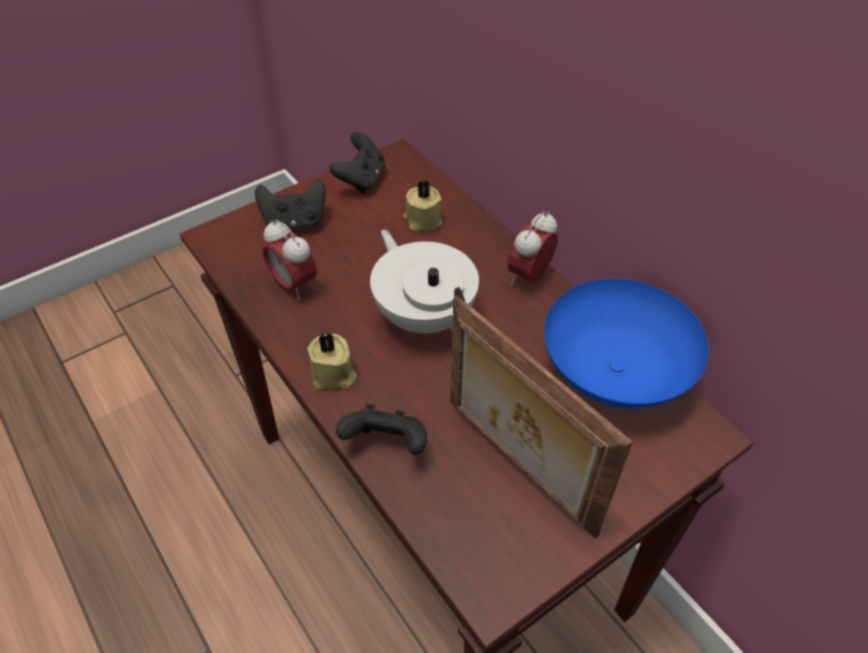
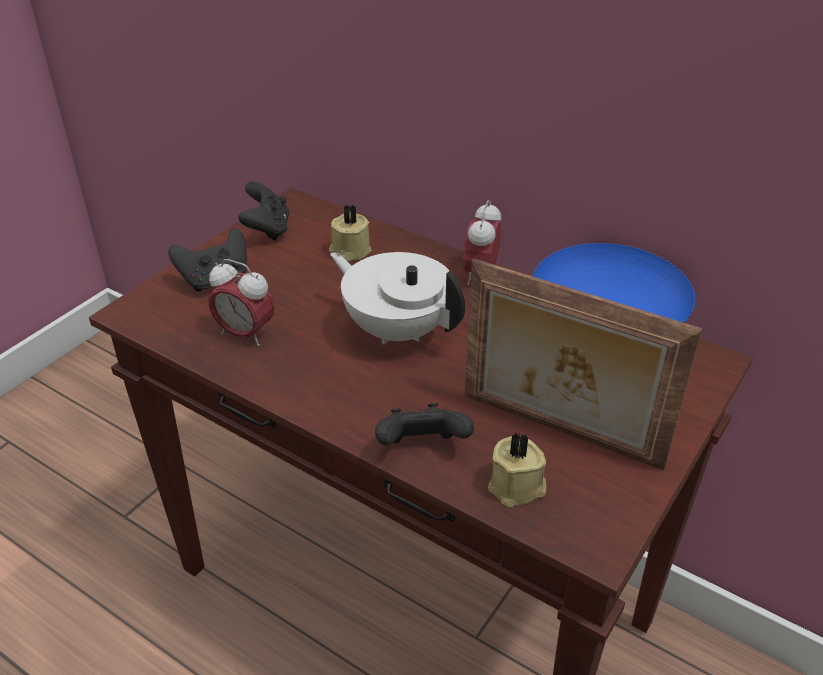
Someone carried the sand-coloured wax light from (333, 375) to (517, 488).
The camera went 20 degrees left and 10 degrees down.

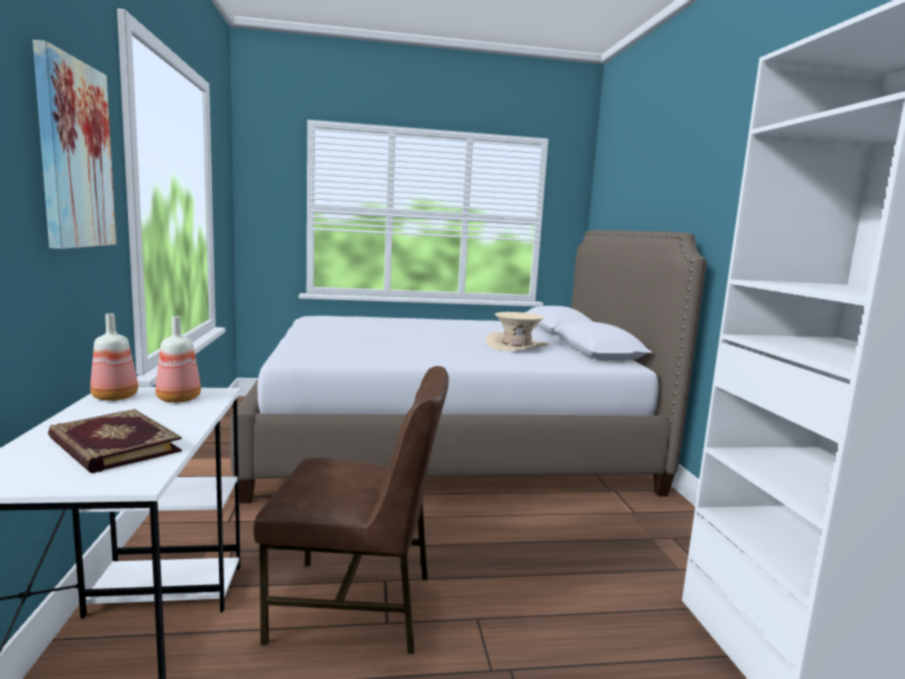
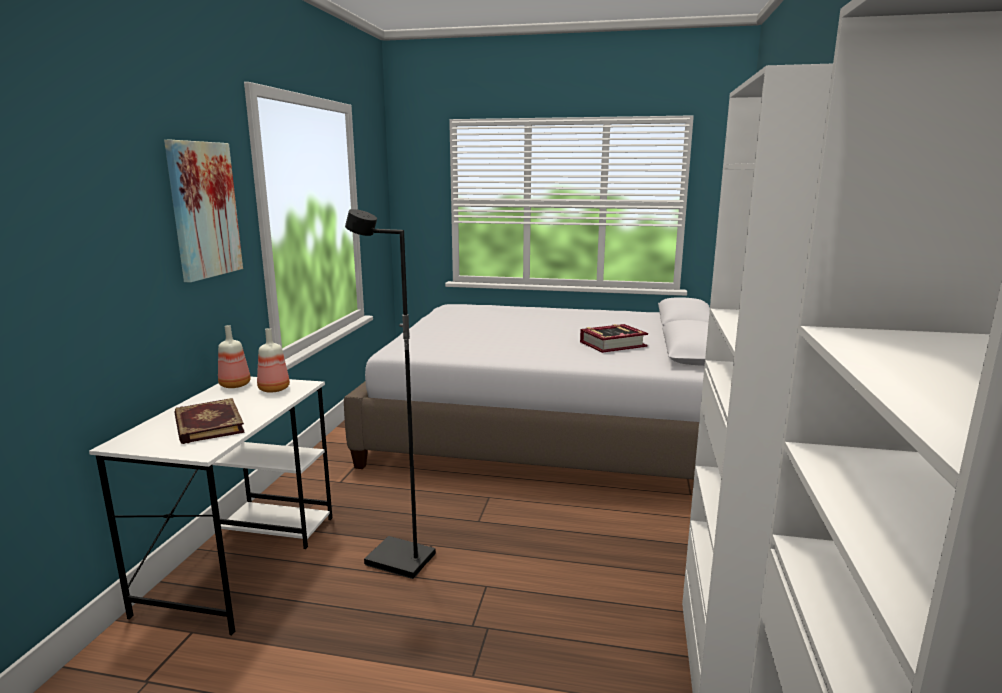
Someone swapped the brown upright chair at (356, 606) for the black standard lamp at (398, 561).
Someone swapped the sand-coloured clothing hat at (517, 346) for the volume at (612, 344).
The camera went 20 degrees right and 5 degrees up.

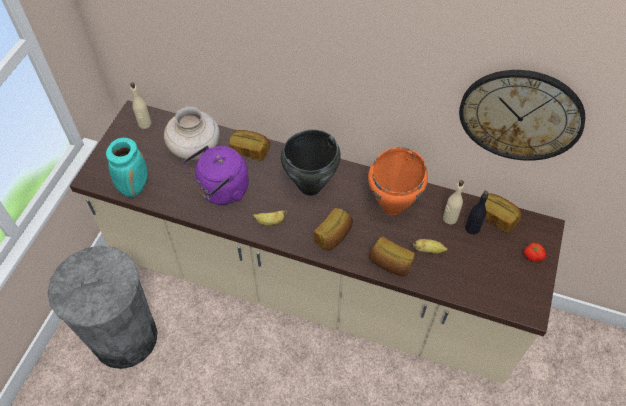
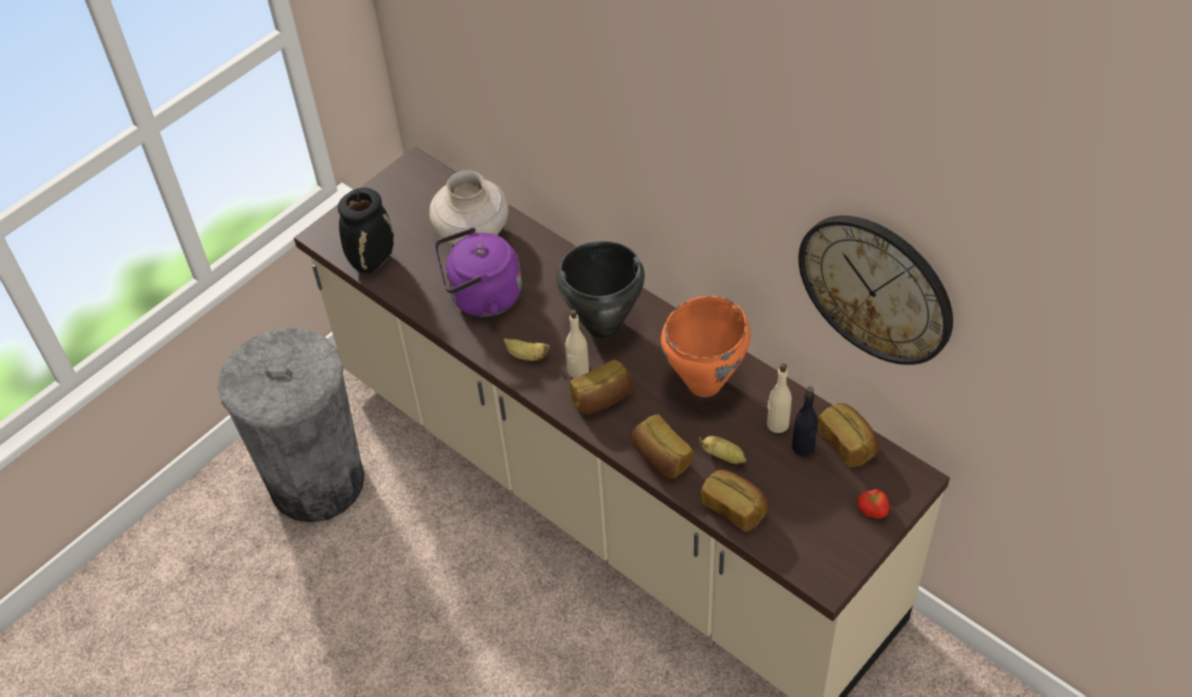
Someone carried the sand-coloured beverage bottle from (144, 124) to (578, 371).
Someone carried the baked bread from (250, 150) to (734, 507).
Someone repainted the blue-green decorative vase at (134, 186), which became the black decorative vase at (373, 260).
The camera went 25 degrees right and 5 degrees down.

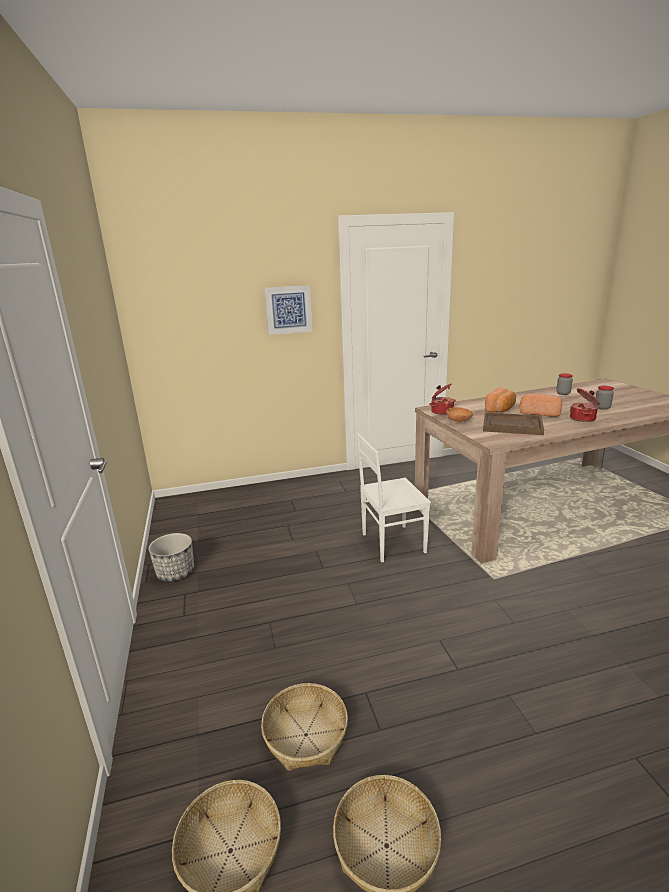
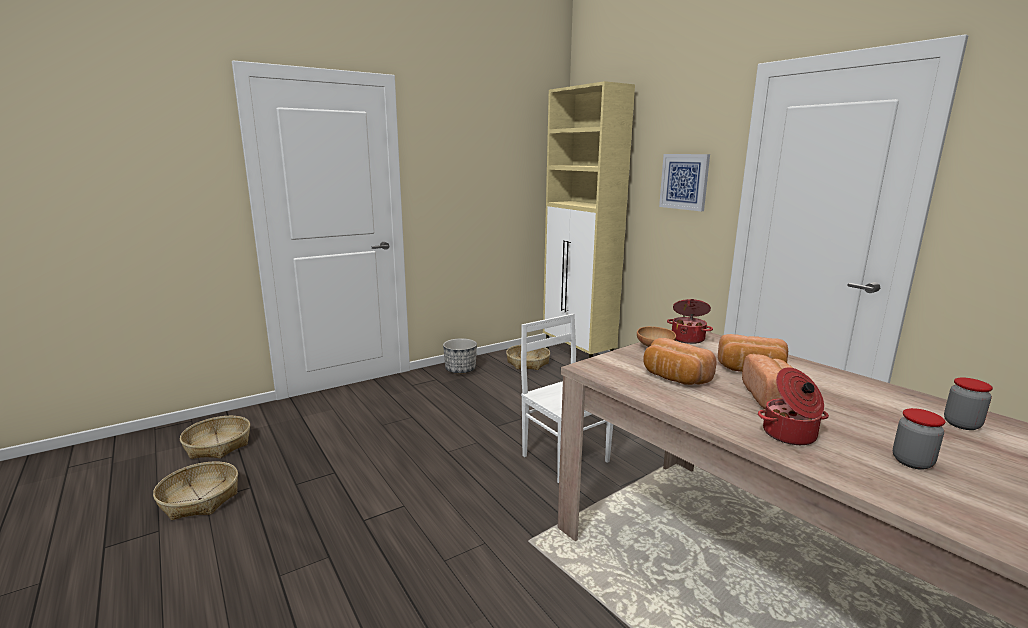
Someone put down the sand-coloured cabinet at (578, 356).
Someone carried the storage basket from (305, 734) to (528, 363).
Someone swapped the brown tray at (512, 425) for the baked bread at (674, 378).
The camera went 70 degrees right and 5 degrees down.

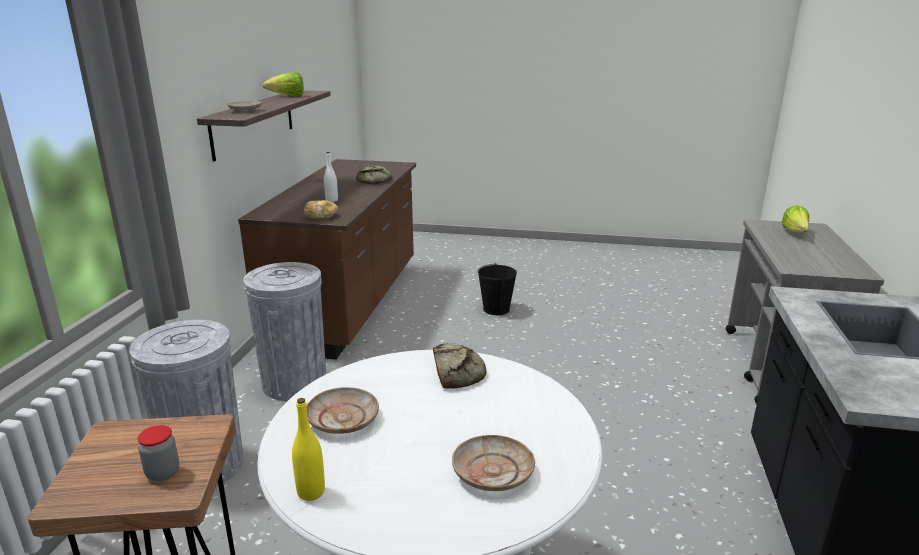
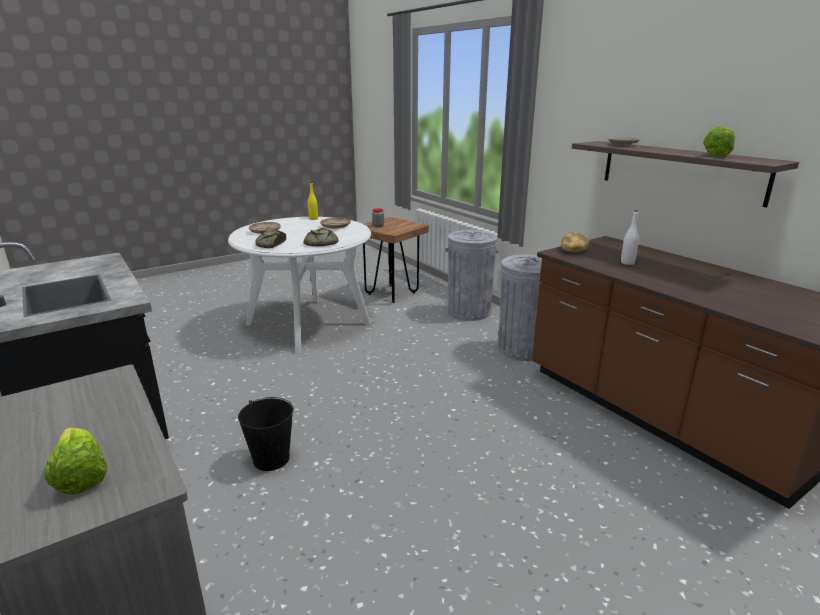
Someone carried the baked bread from (376, 180) to (270, 244).
Someone carried the black bucket from (496, 309) to (271, 459).
The camera went 135 degrees right and 0 degrees up.

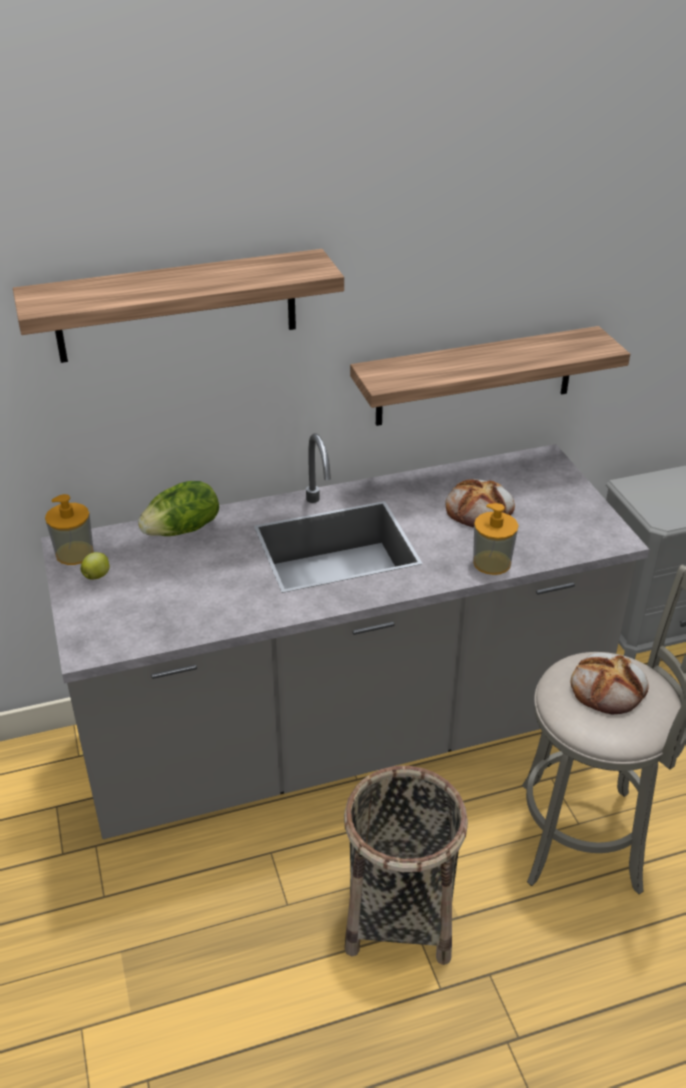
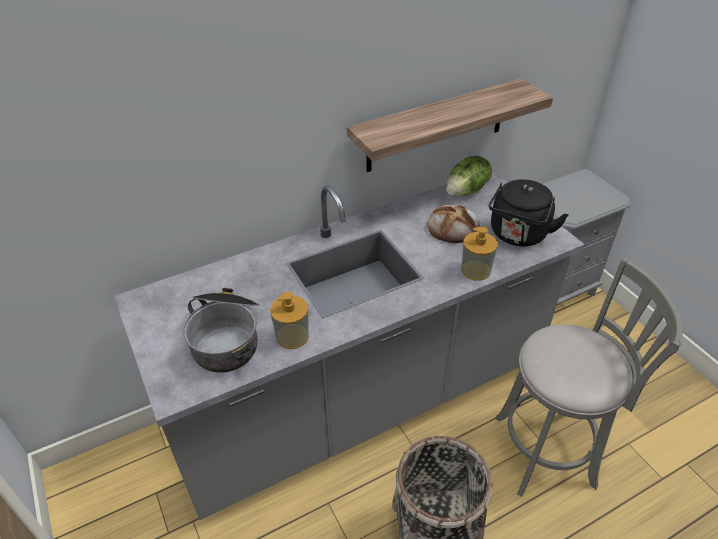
Someone took away the bracket shelf at (177, 306).
Someone took away the whole apple at (97, 576).
Someone took away the baked bread at (608, 687).
Someone put down the stockpot at (227, 338).
Someone put down the black water kettle at (517, 235).
Someone carried the soap bottle from (74, 553) to (292, 336).
Someone carried the lettuce from (183, 529) to (467, 190).
The camera went 10 degrees left and 5 degrees up.

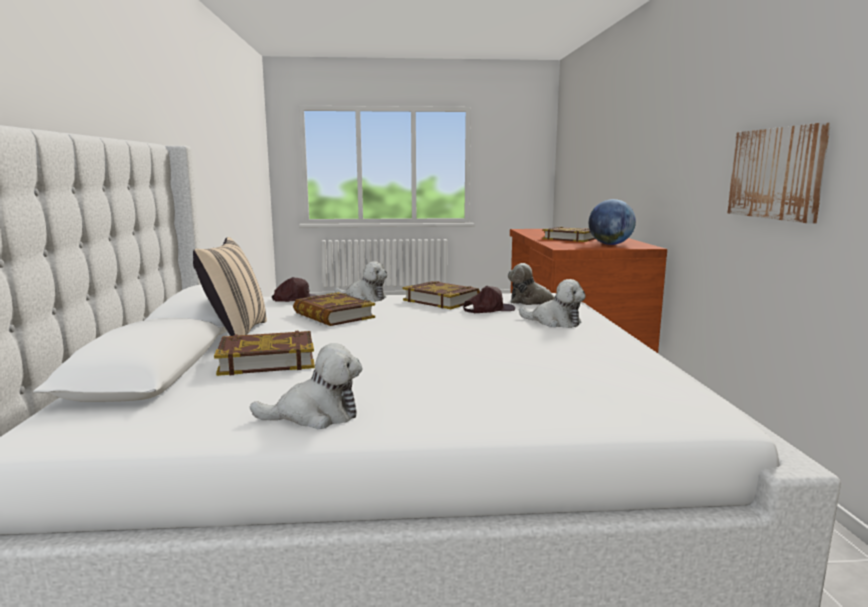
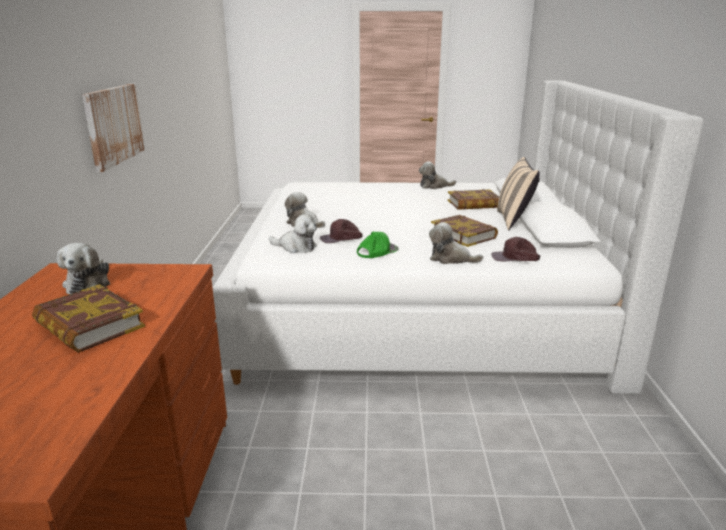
Someone swapped the volume at (441, 300) for the green-coloured baseball cap at (377, 251).
Someone swapped the desk globe at (610, 244) for the plush toy at (88, 284).
The camera went 175 degrees left and 10 degrees up.

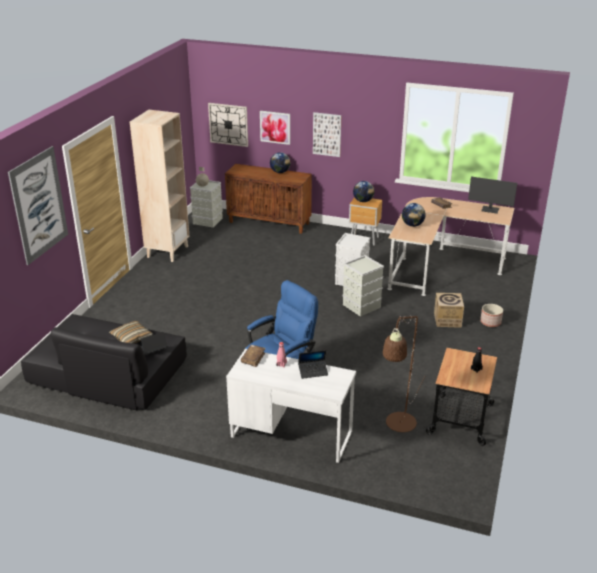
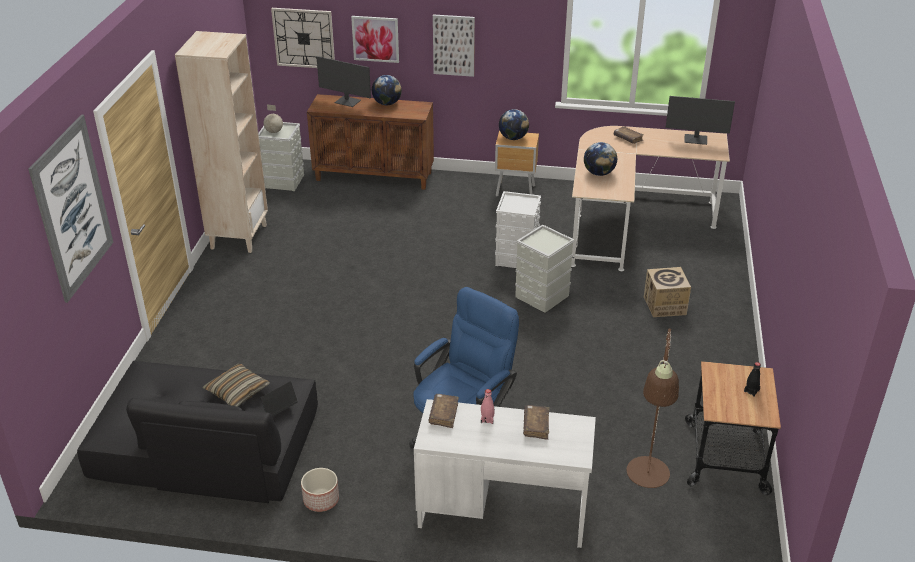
Someone put down the monitor at (347, 102).
Someone carried the plant pot from (490, 322) to (320, 500).
Someone swapped the portable computer at (313, 371) for the brown volume at (536, 426).
The camera went 10 degrees left and 5 degrees up.

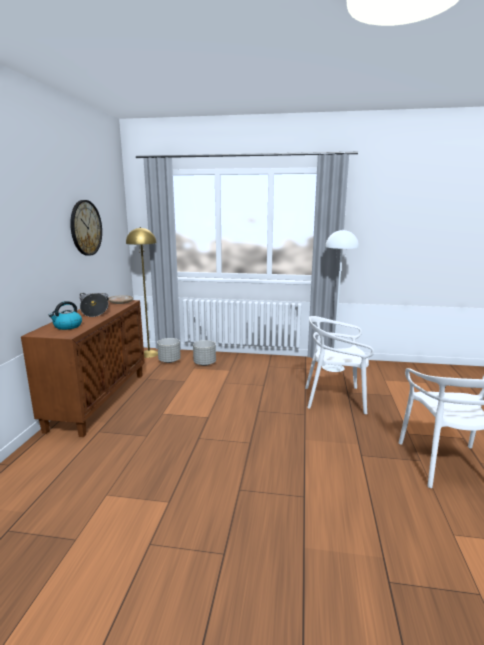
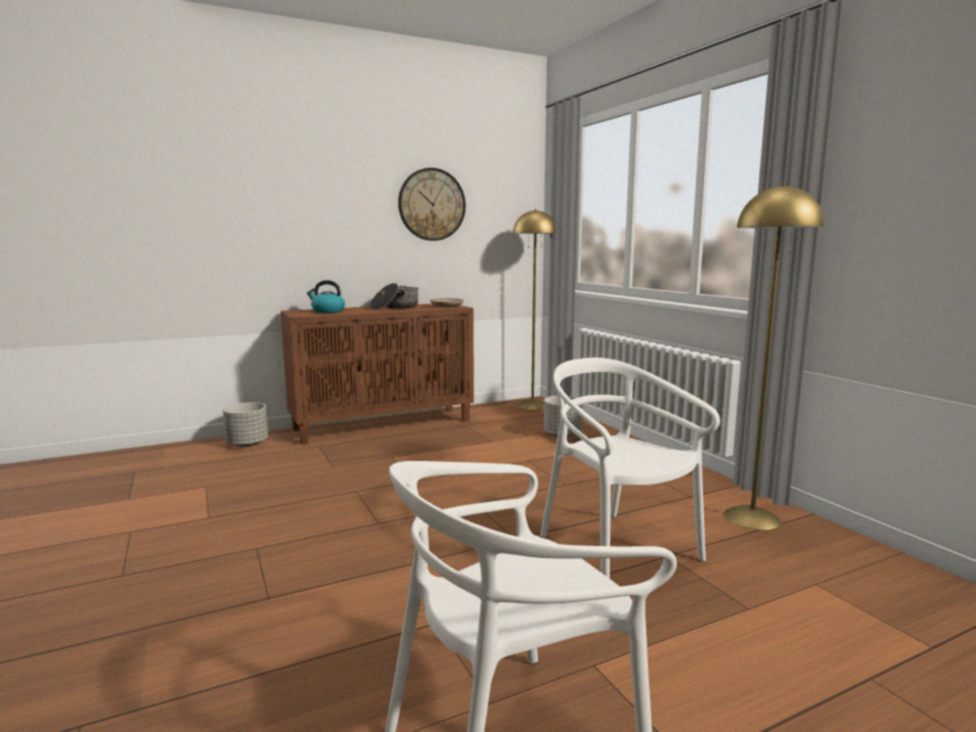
Someone carried the grey plant pot from (169, 361) to (248, 444).
Someone repainted the white standard lamp at (333, 367), which became the yellow-coloured standard lamp at (752, 517).
The camera went 55 degrees right and 5 degrees down.

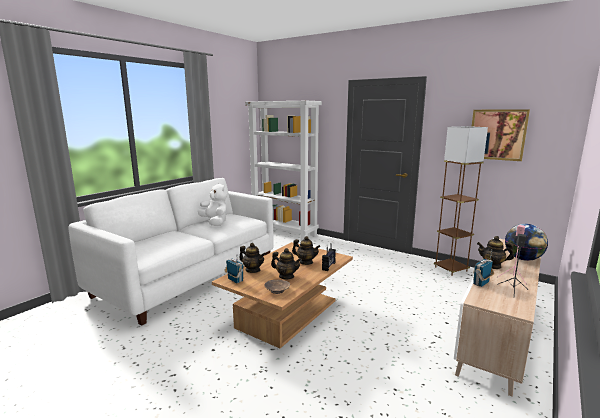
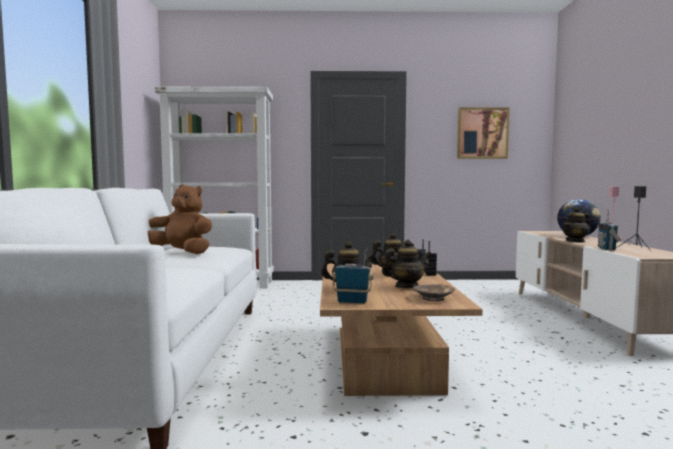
Someone took away the brown standard lamp at (451, 269).
Someone repainted the white plush toy at (214, 222), which became the brown plush toy at (181, 253).
The camera went 35 degrees left and 10 degrees down.

